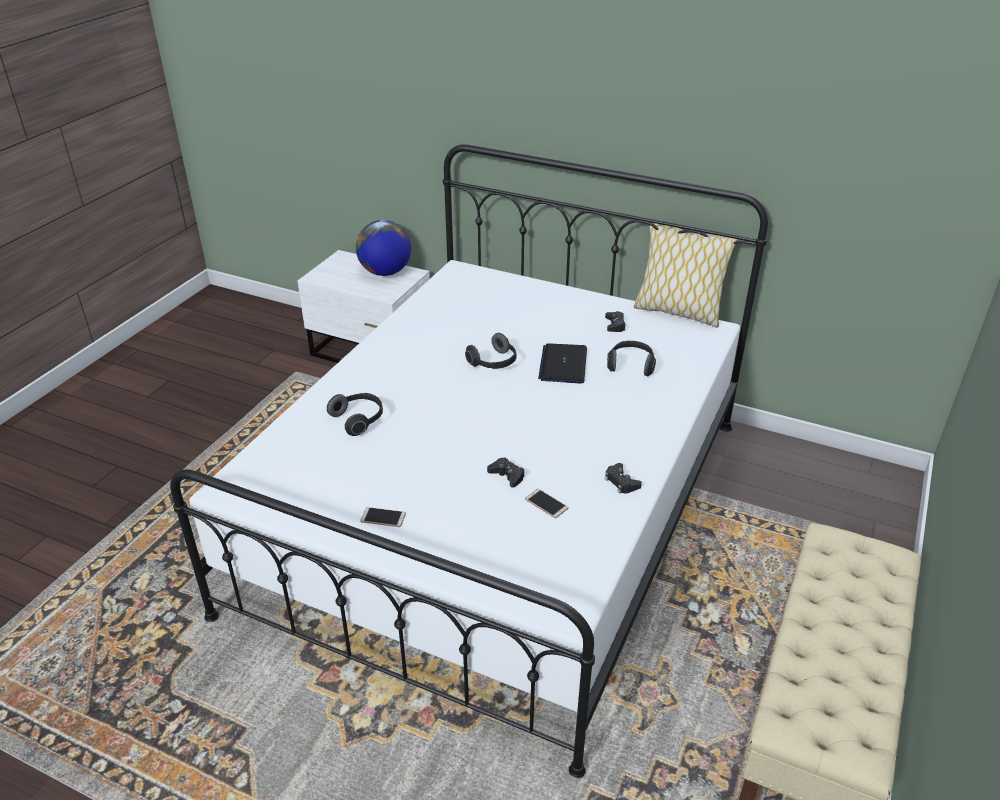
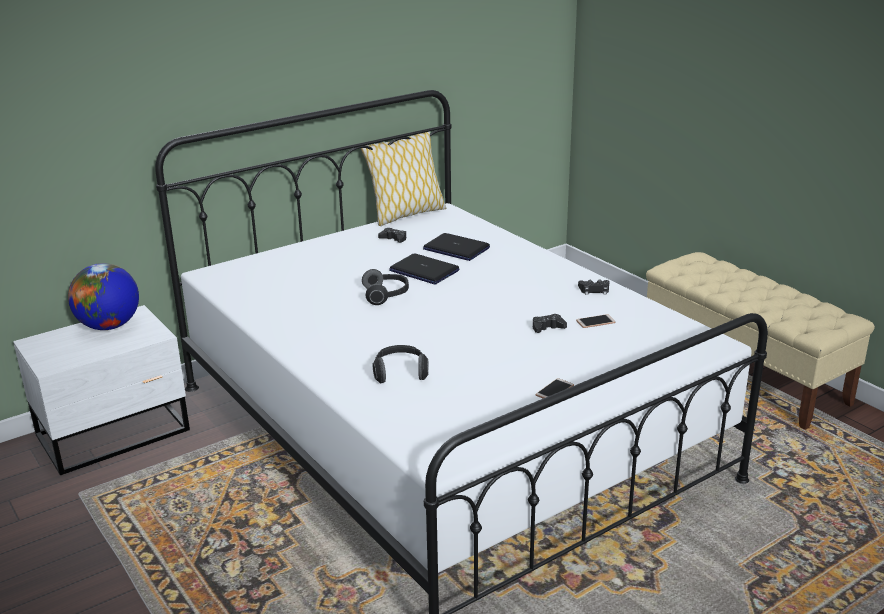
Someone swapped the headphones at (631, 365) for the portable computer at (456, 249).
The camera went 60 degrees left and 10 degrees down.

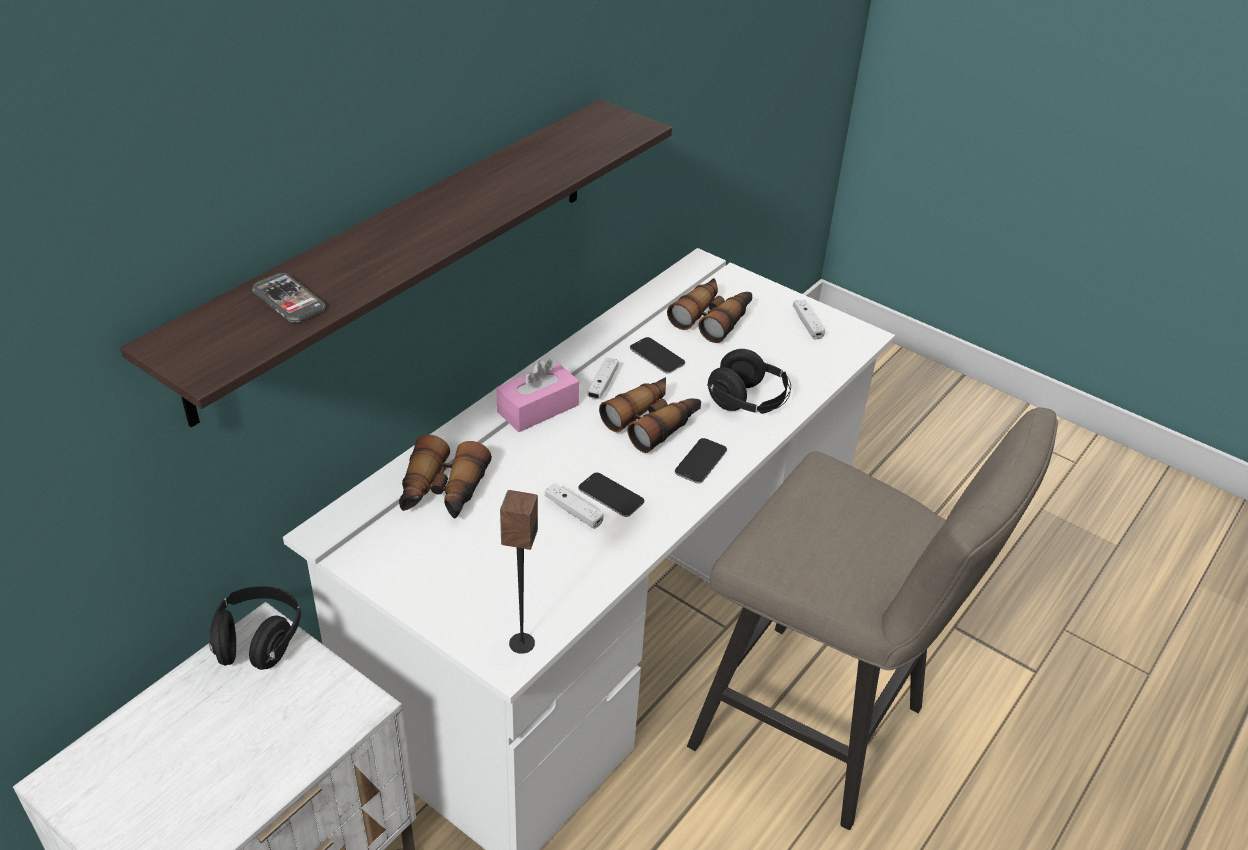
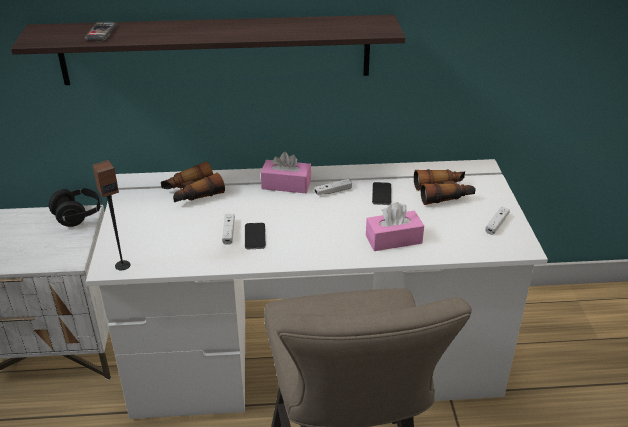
Someone took away the field glasses at (653, 422).
Someone took away the telephone at (700, 462).
Someone swapped the black headphones at (748, 402) for the pink-coloured box of tissues at (393, 239).
The camera went 50 degrees right and 5 degrees down.

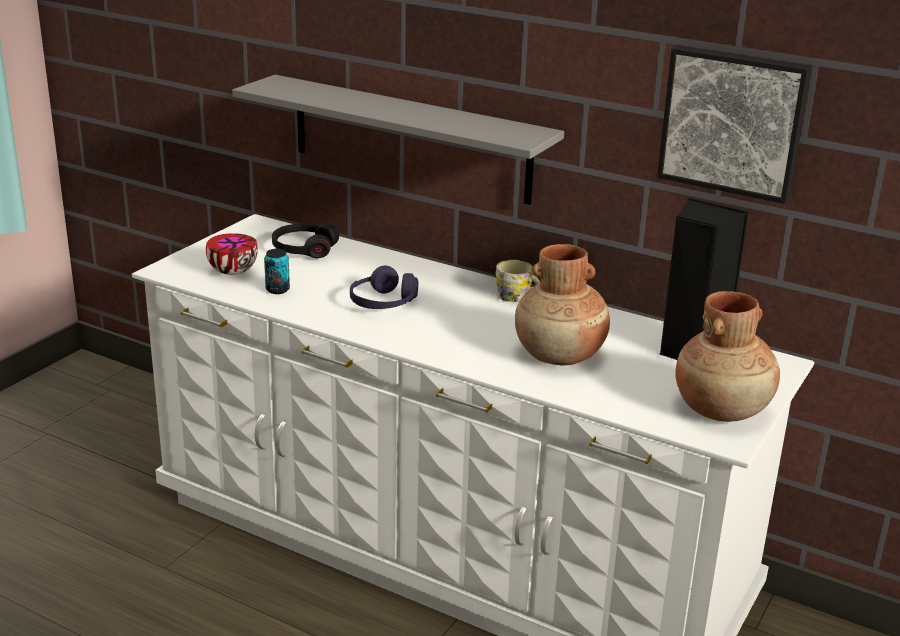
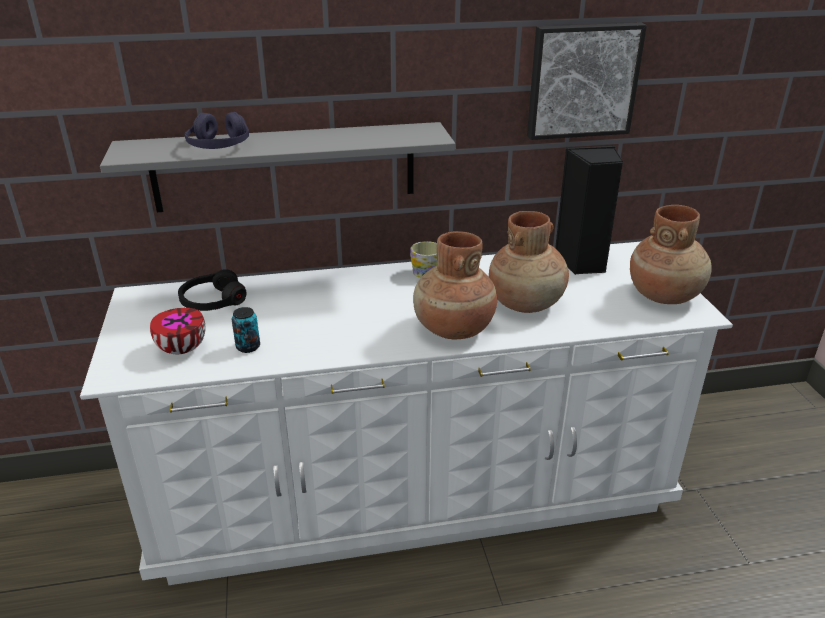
Someone put down the brown decorative vase at (453, 329).
Someone carried the purplish headphones from (383, 303) to (219, 146).
The camera went 40 degrees left and 5 degrees up.

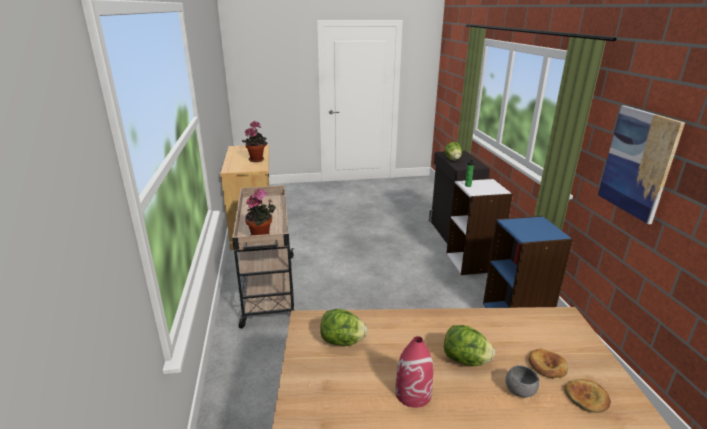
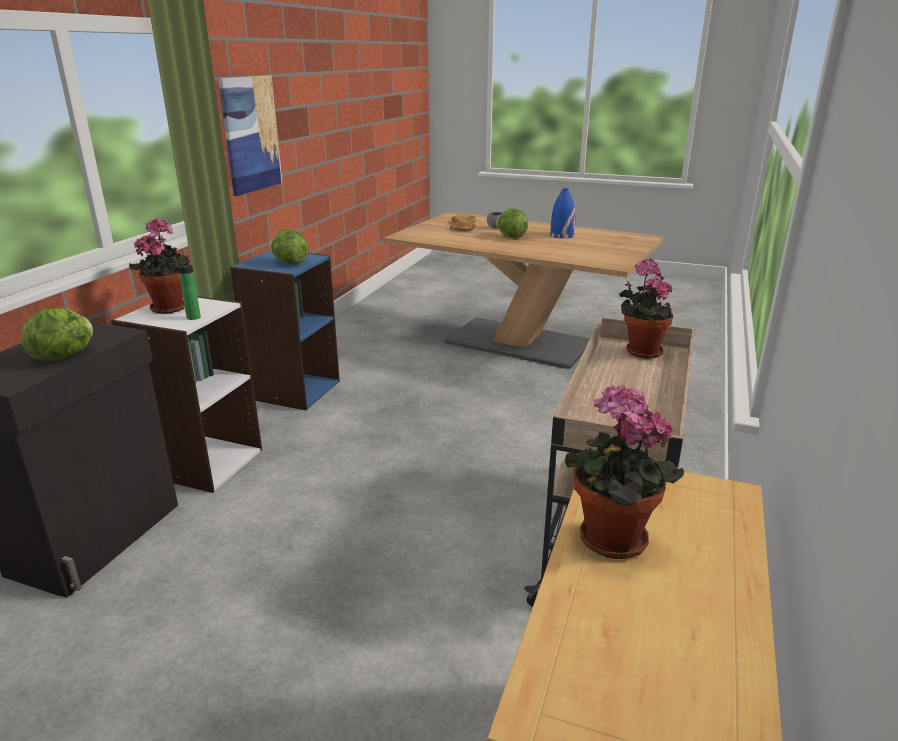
Someone put down the plant in a pot at (170, 307).
Someone carried the lettuce from (342, 341) to (289, 262).
Someone repainted the reddish decorative vase at (413, 393), which became the blue-coloured decorative vase at (561, 235).
The camera went 150 degrees left and 0 degrees up.

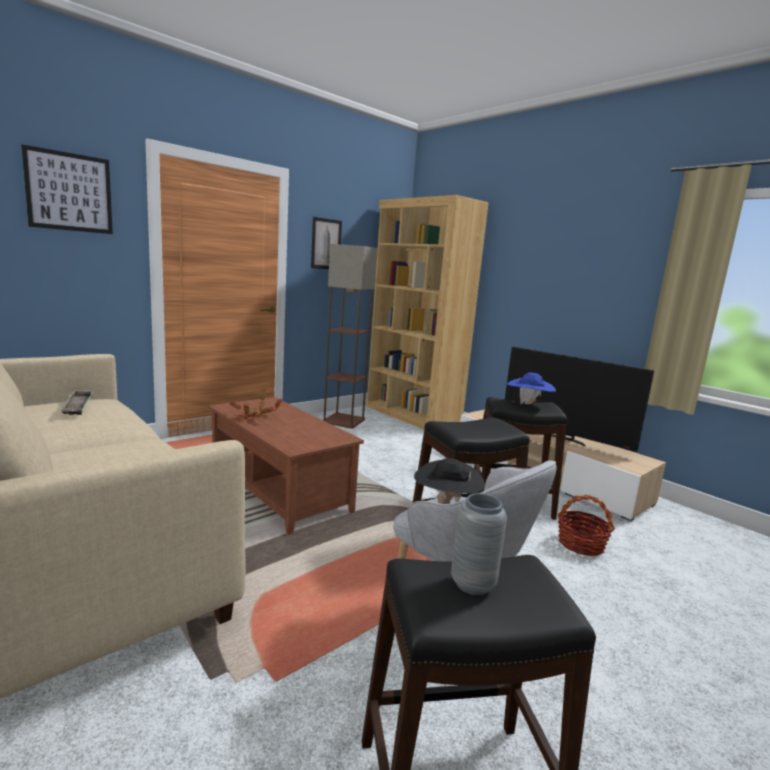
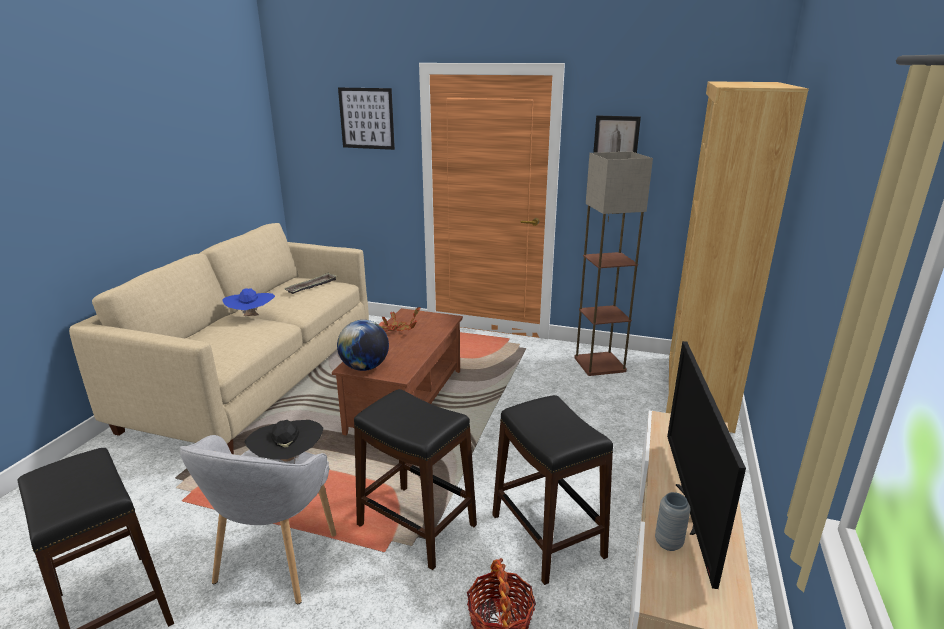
Someone put down the desk globe at (365, 367).
Someone carried the grey decorative vase from (473, 584) to (668, 543).
Someone carried the blue-coloured clothing hat from (528, 404) to (251, 317).
The camera went 60 degrees right and 10 degrees up.

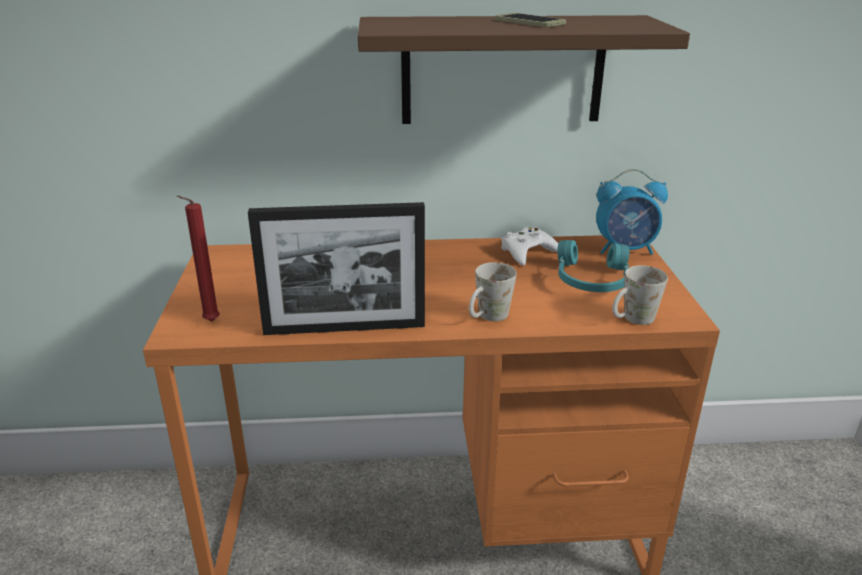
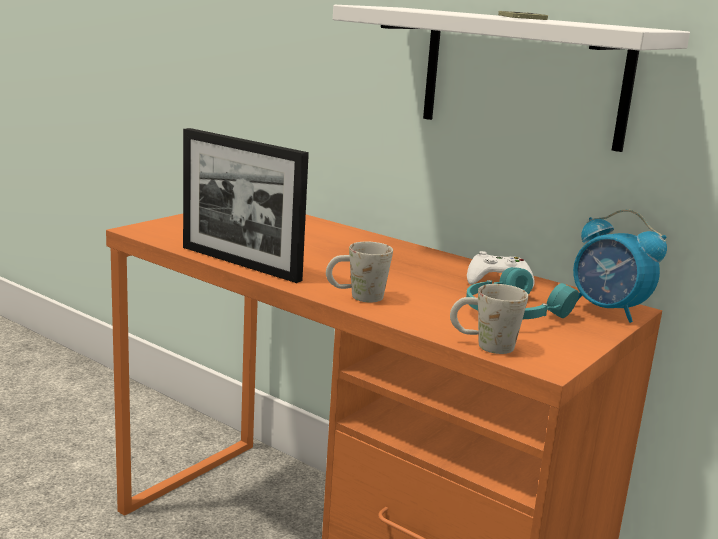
Someone took away the reddish wax light at (209, 322).
Someone repainted the brown bracket shelf at (503, 70), which became the white bracket shelf at (523, 77).
The camera went 40 degrees right and 10 degrees down.

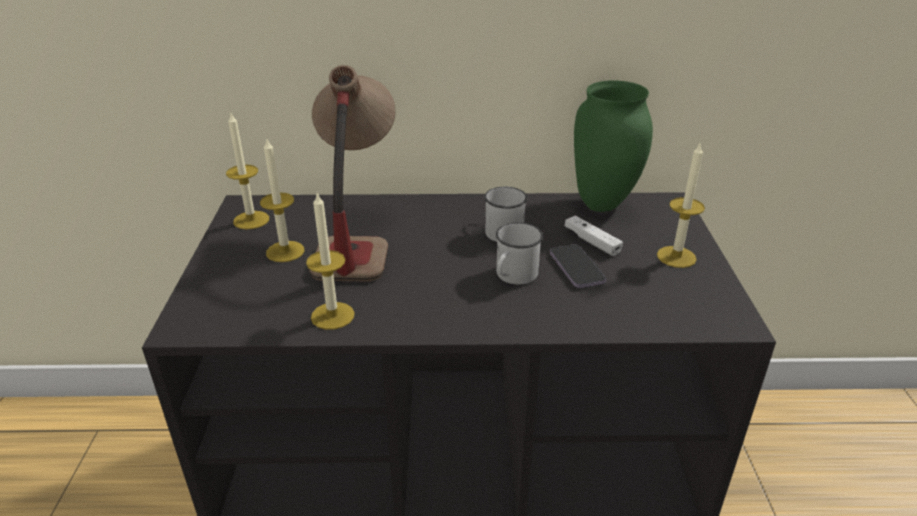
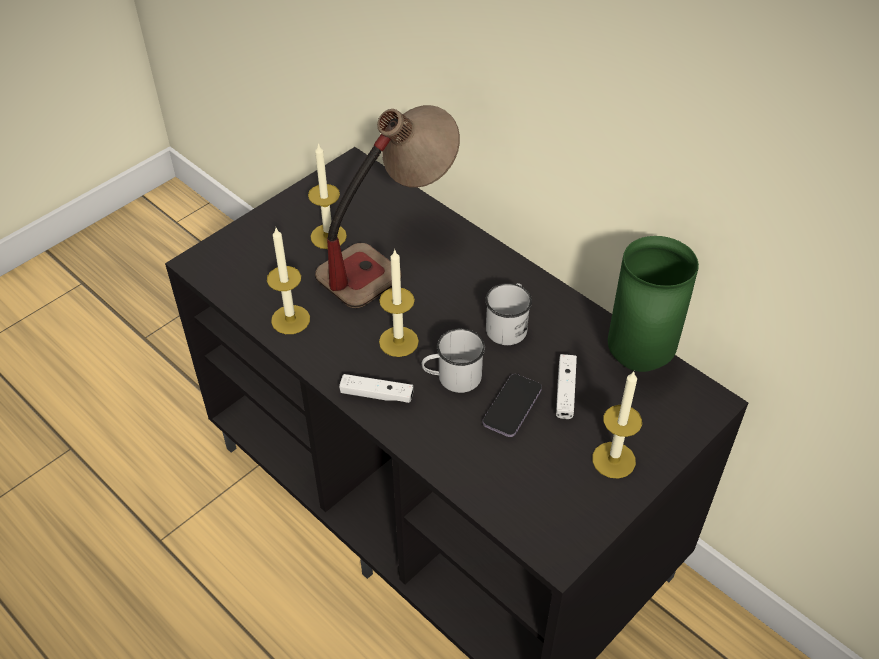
Someone put down the white game controller at (376, 394).
Someone carried the wax light from (251, 220) to (398, 341).
The camera went 45 degrees right and 15 degrees up.

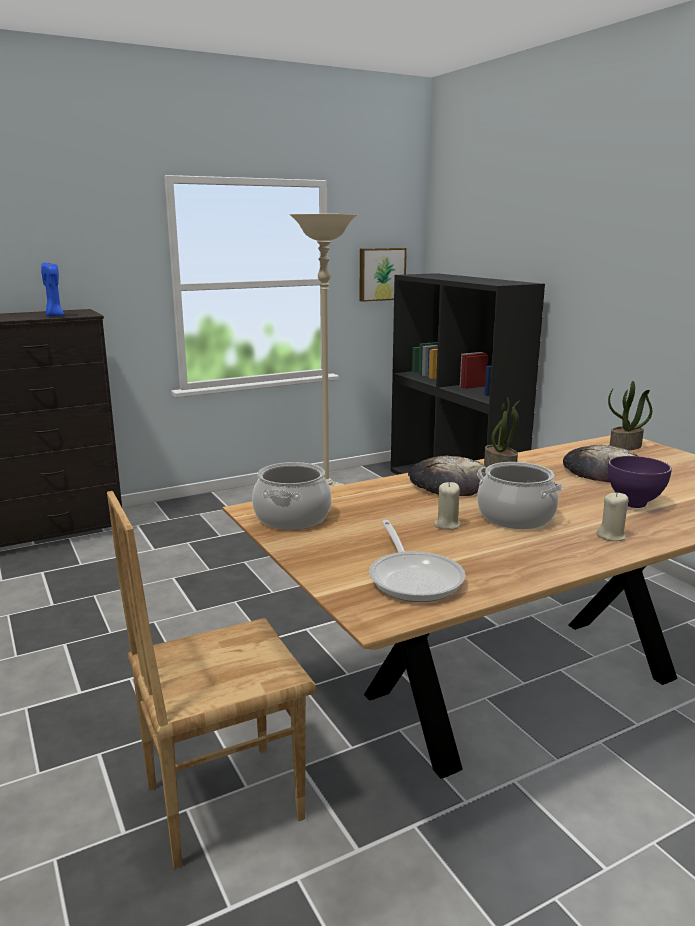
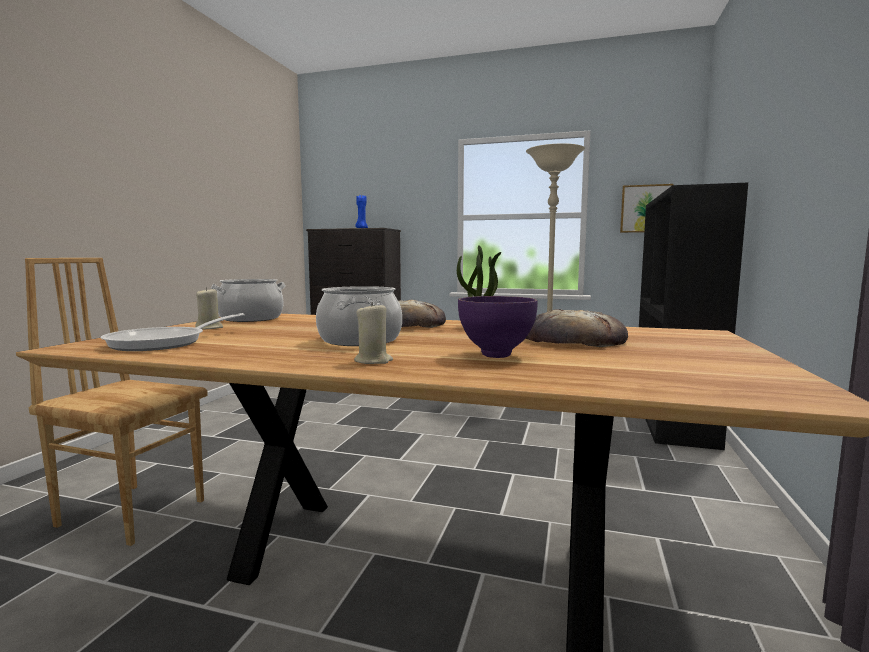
Someone took away the plant in a pot at (625, 447).
Someone carried the sand-coloured wax light from (447, 525) to (209, 328).
The camera went 45 degrees right and 10 degrees down.

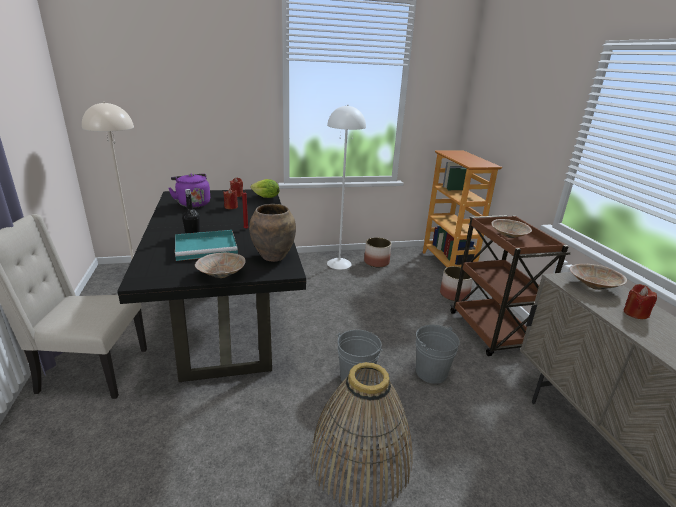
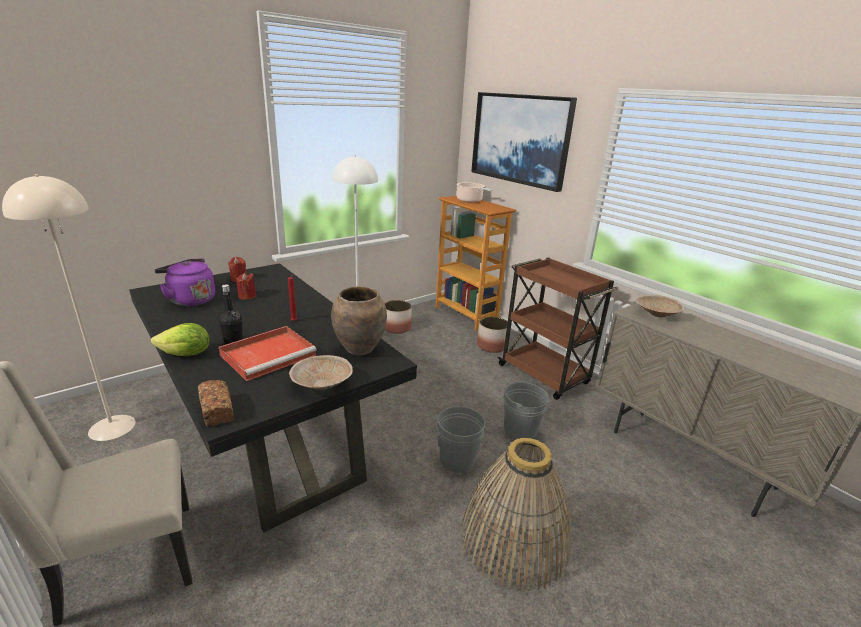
Someone took away the sand-coloured deep dish at (508, 236).
Someone took away the reddish wax light at (635, 313).
Someone put down the baked bread at (217, 411).
Someone put down the stockpot at (470, 200).
Someone put up the wall art at (520, 139).
Someone carried the lettuce from (266, 197) to (186, 354).
Someone repainted the blue-green tray at (207, 247), which became the reddish tray at (270, 354).
The camera went 25 degrees left and 0 degrees up.

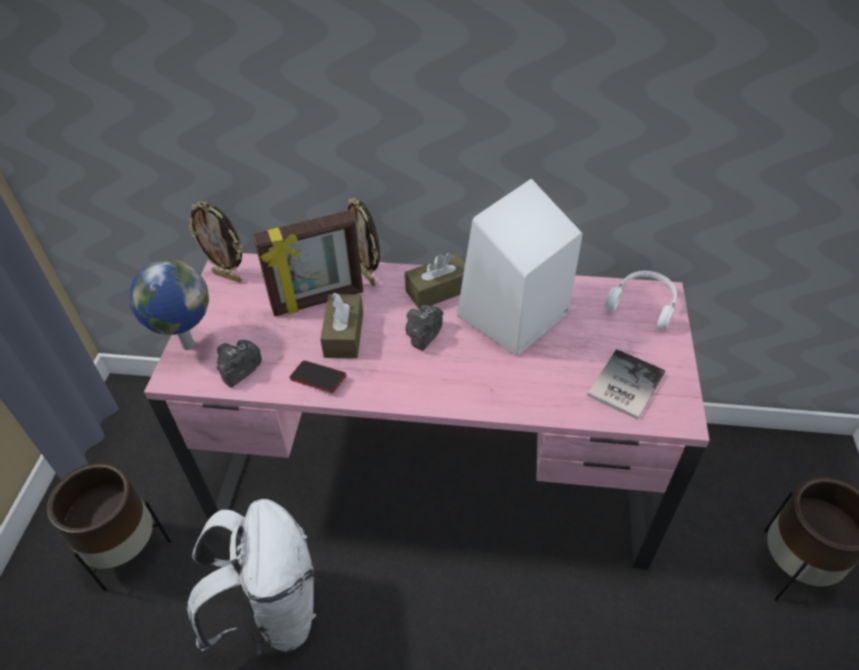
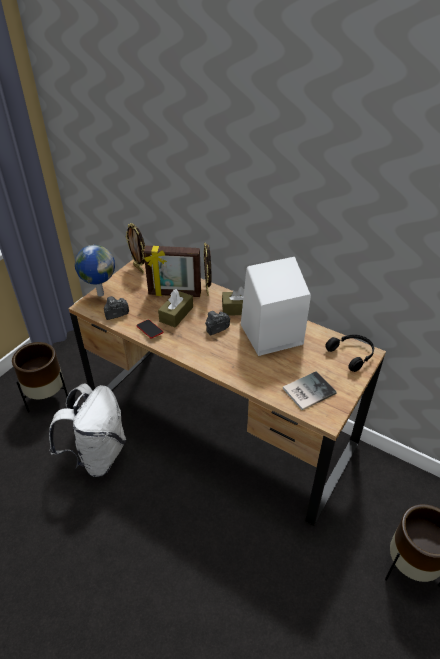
Someone repainted the pink-coloured desk unit at (432, 472), which became the brown desk unit at (220, 422).
Someone repainted the white headphones at (643, 304), which became the black headphones at (352, 354).
The camera went 25 degrees right and 5 degrees down.

